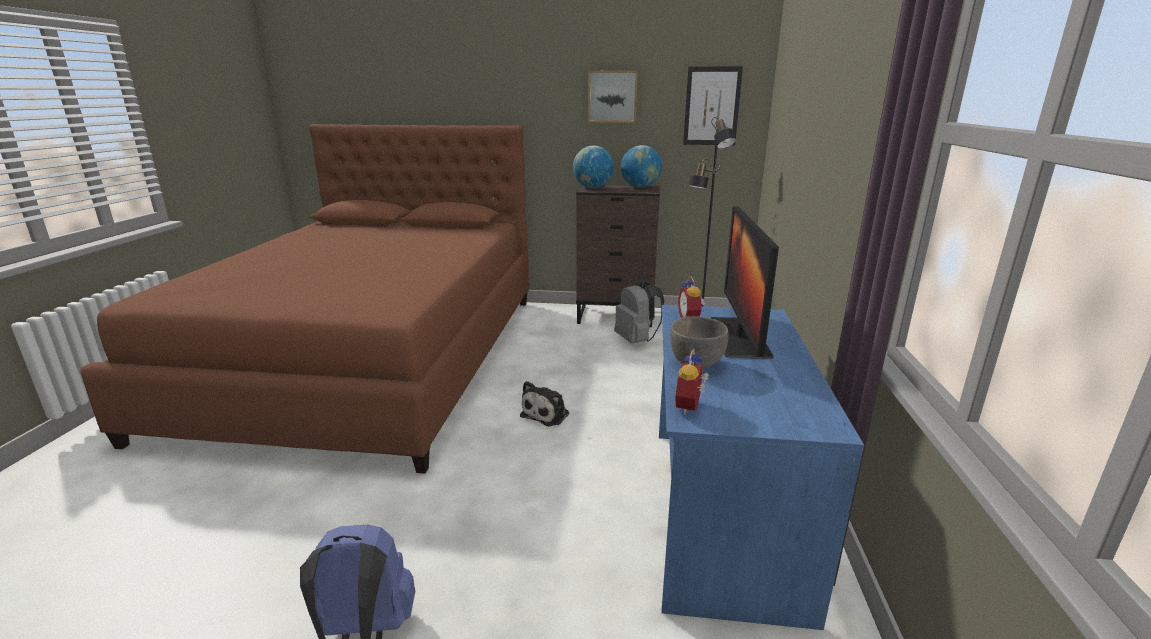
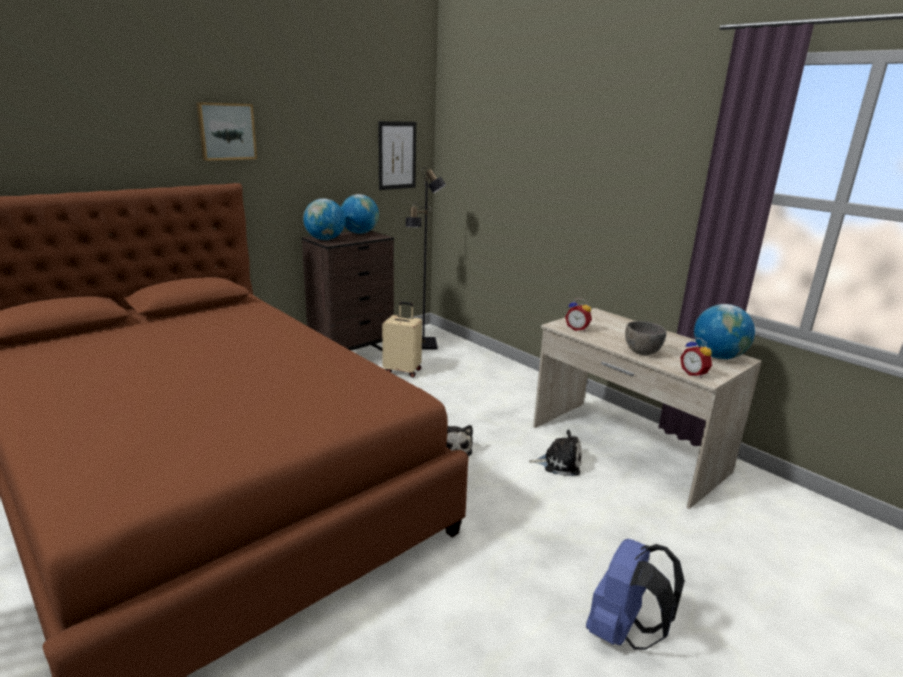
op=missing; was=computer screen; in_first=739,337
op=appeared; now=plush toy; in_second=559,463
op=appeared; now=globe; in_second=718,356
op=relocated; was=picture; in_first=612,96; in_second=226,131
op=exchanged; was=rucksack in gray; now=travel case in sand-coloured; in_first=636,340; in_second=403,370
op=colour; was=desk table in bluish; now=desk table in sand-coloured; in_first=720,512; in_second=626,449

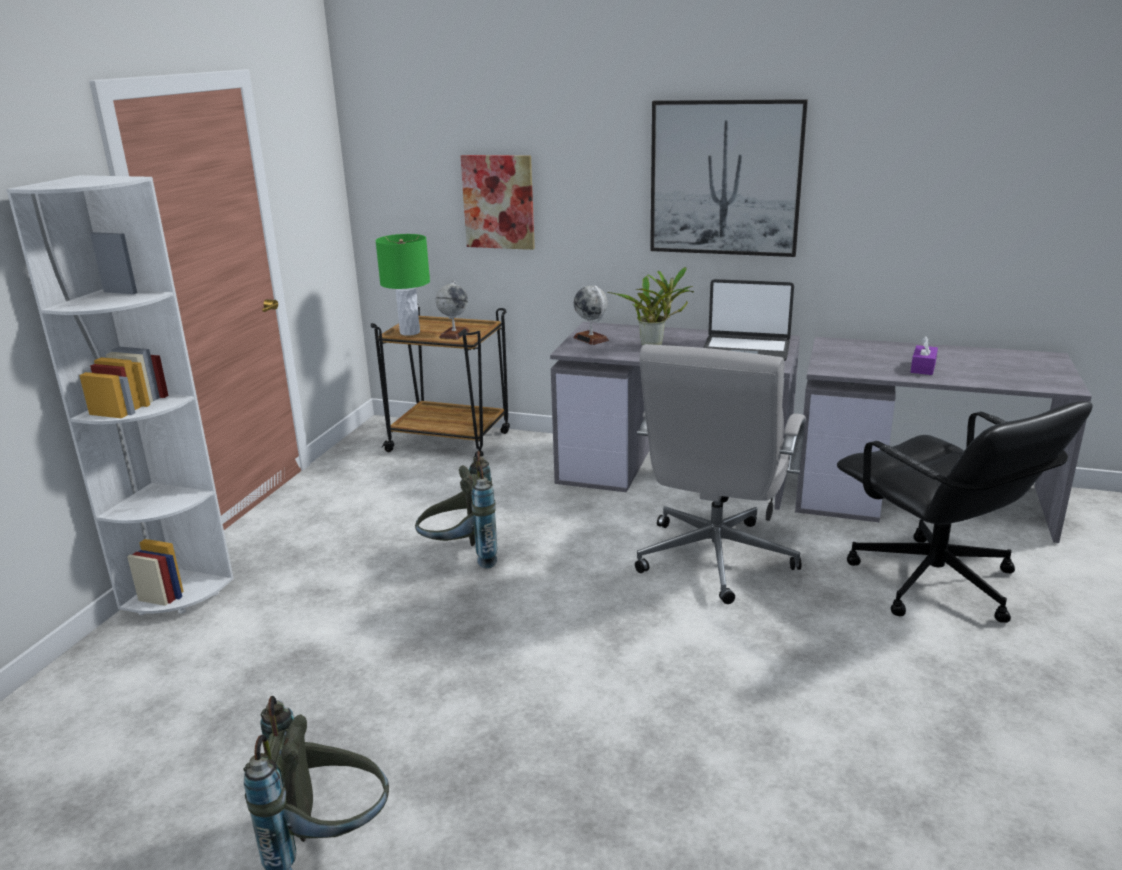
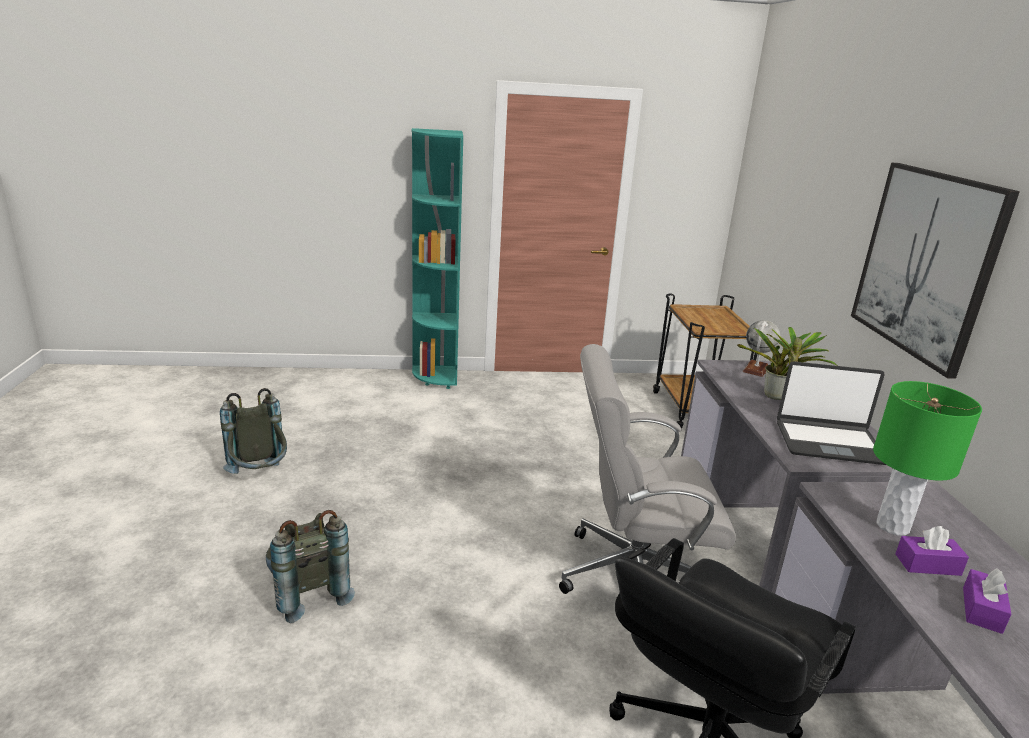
op=missing; was=globe; in_first=454,334
op=missing; was=picture; in_first=498,202
op=appeared; now=box of tissues in purple; in_second=981,610
op=relocated; was=lamp for a table in greenish; in_first=409,332; in_second=892,526
op=relocated; was=rucksack in gray; in_first=461,556; in_second=307,593
op=colour; was=shelving unit in whitish; now=shelving unit in turquoise-coloured; in_first=179,601; in_second=435,381
op=spun; was=laptop; in_first=746,350; in_second=828,442; clockwise=-75

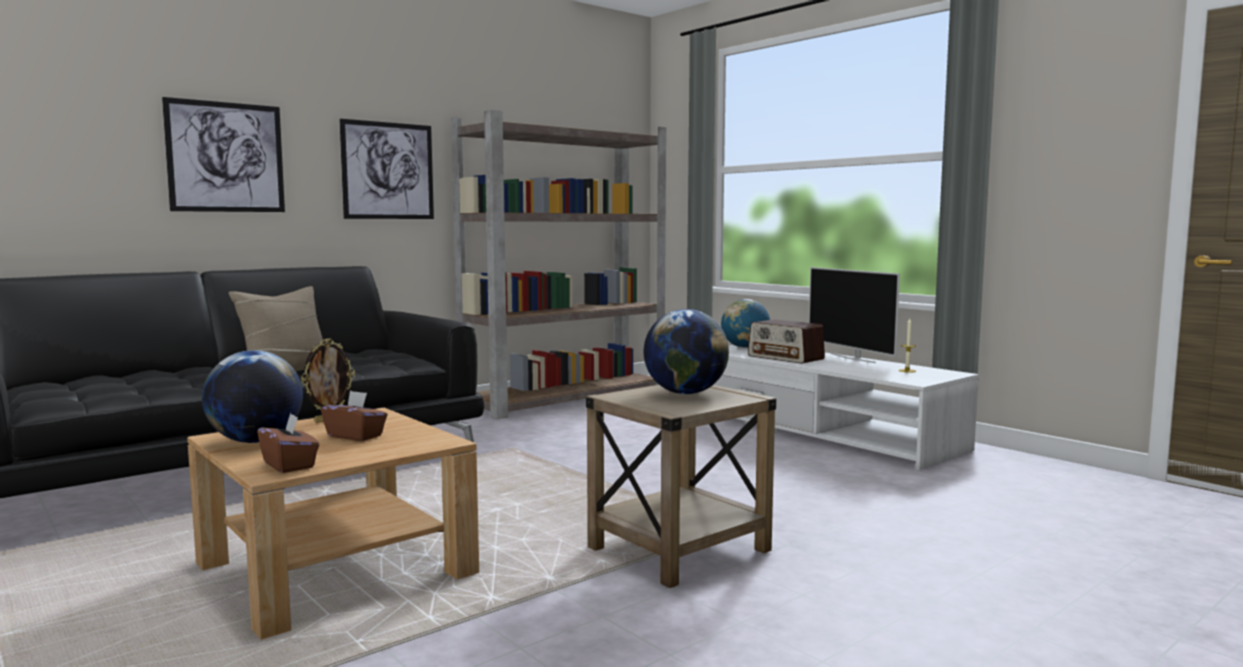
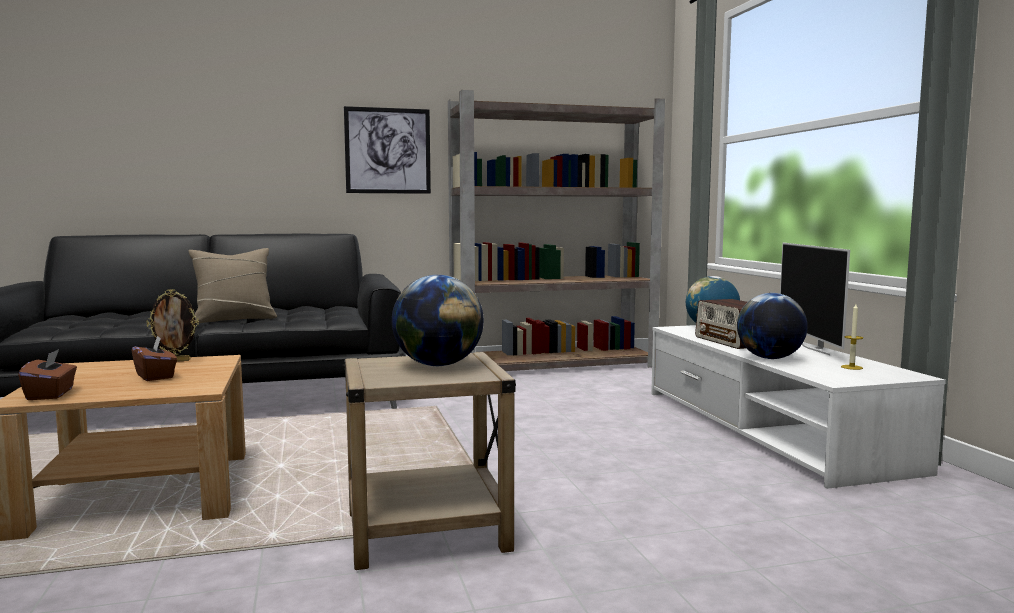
op=missing; was=picture; in_first=226,157
op=relocated; was=globe; in_first=256,441; in_second=770,358

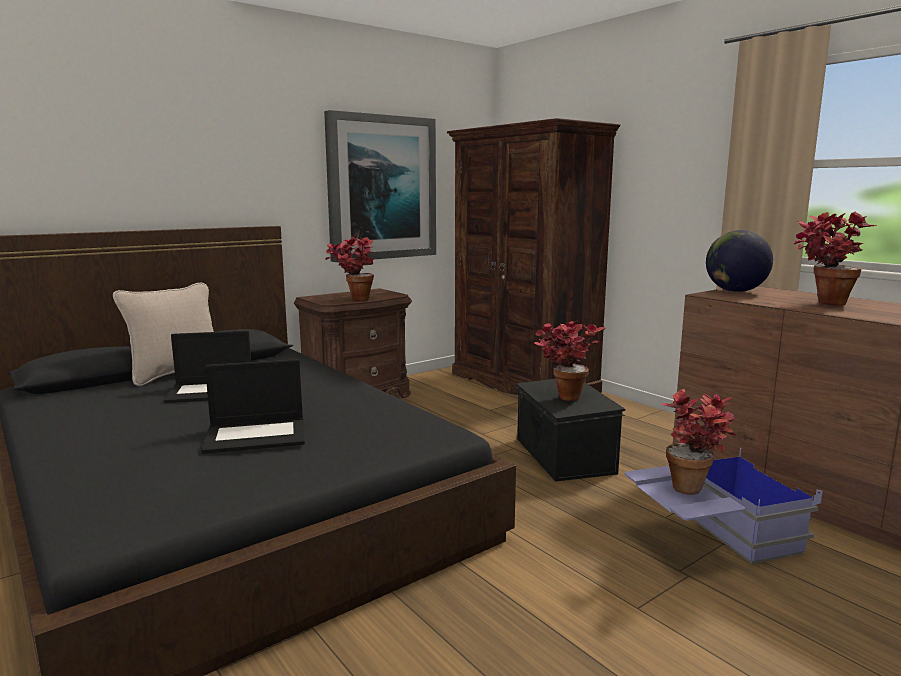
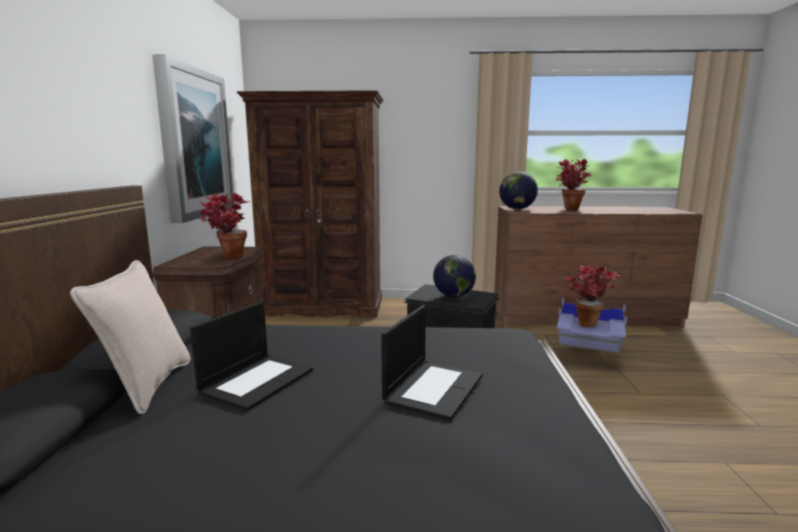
op=exchanged; was=houseplant; now=globe; in_first=563,395; in_second=453,296

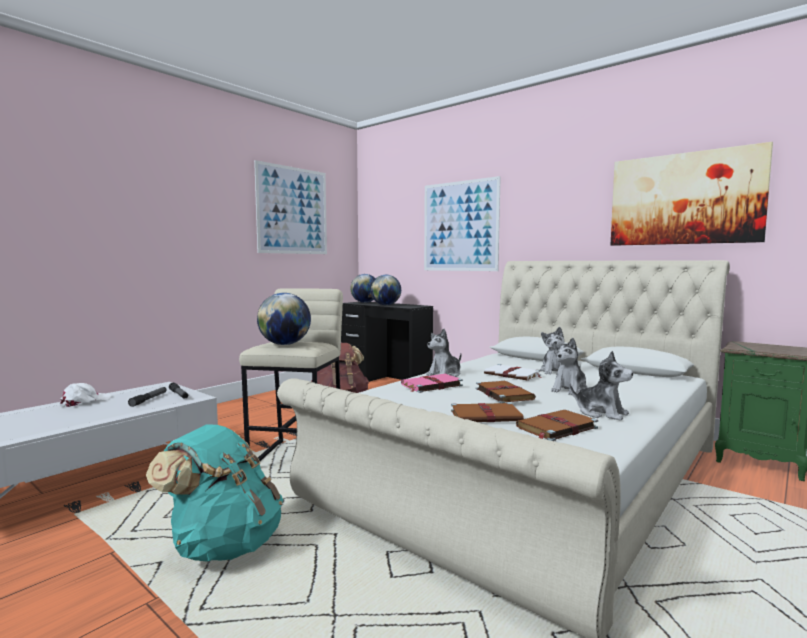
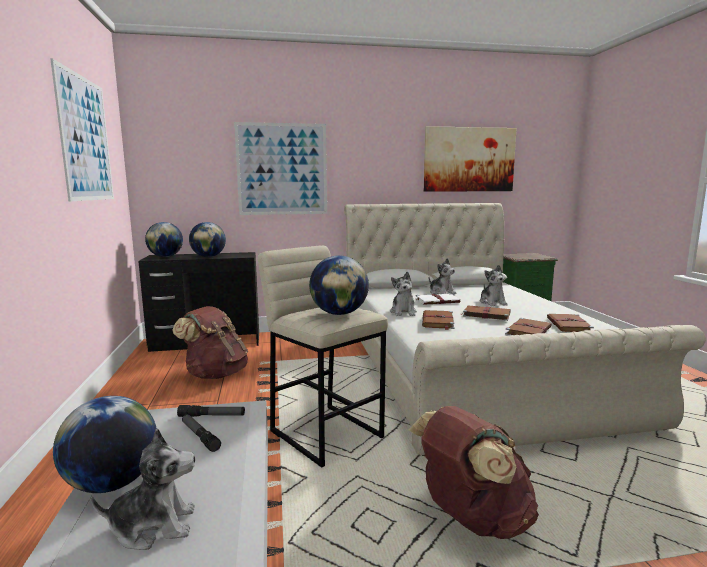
op=relocated; was=plush toy; in_first=601,413; in_second=154,526
op=exchanged; was=peaked cap in whitish; now=globe; in_first=84,401; in_second=112,483
op=colour; was=rucksack in turquoise-coloured; now=rucksack in brown; in_first=224,545; in_second=472,519
op=colour; was=volume in pink; now=volume in brown; in_first=431,385; in_second=438,321

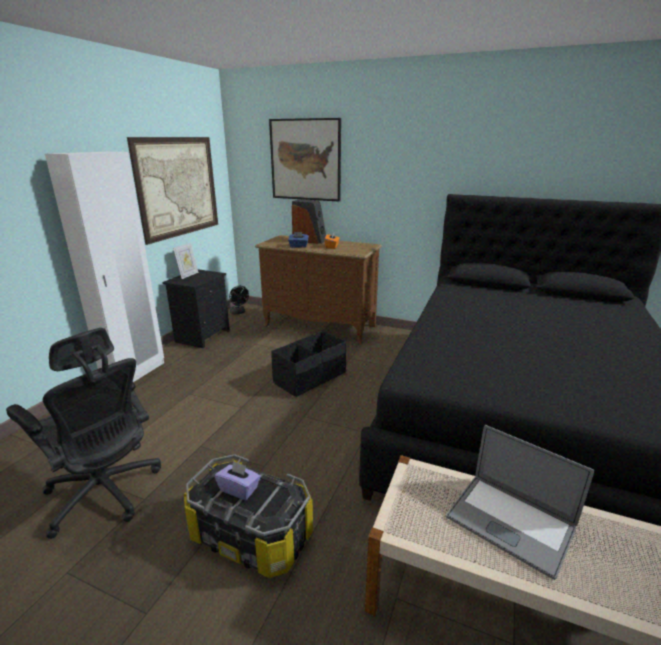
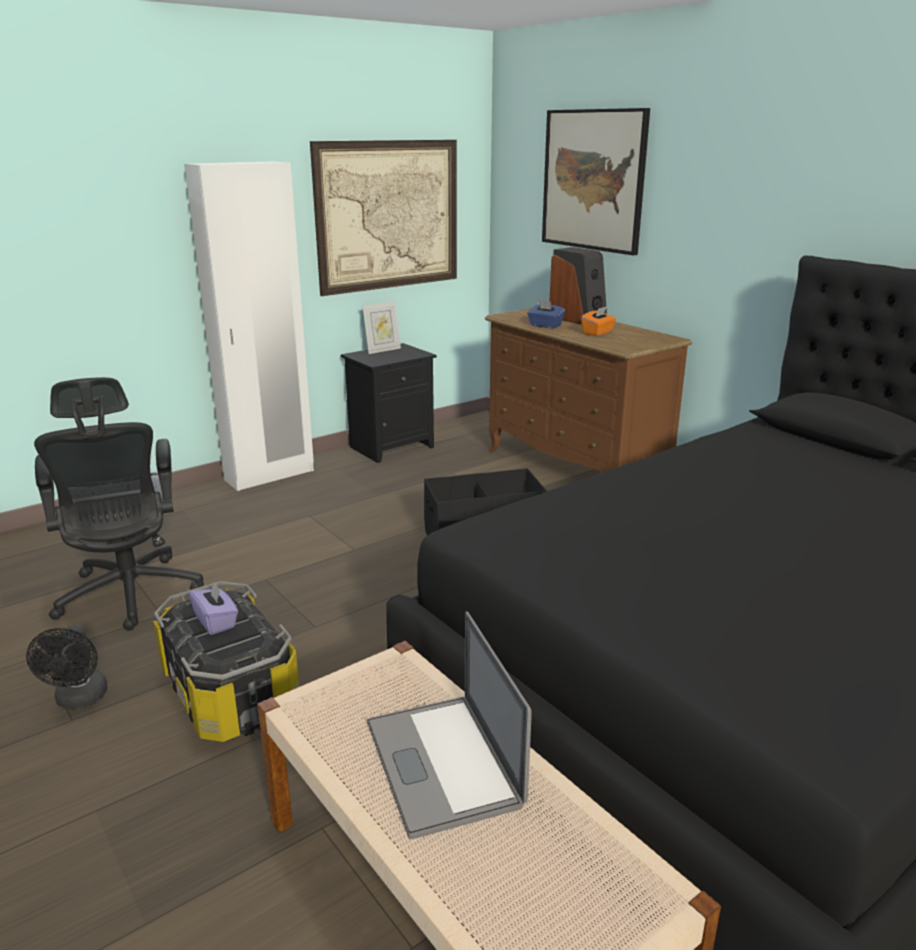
op=relocated; was=fan in blackish; in_first=239,312; in_second=79,700

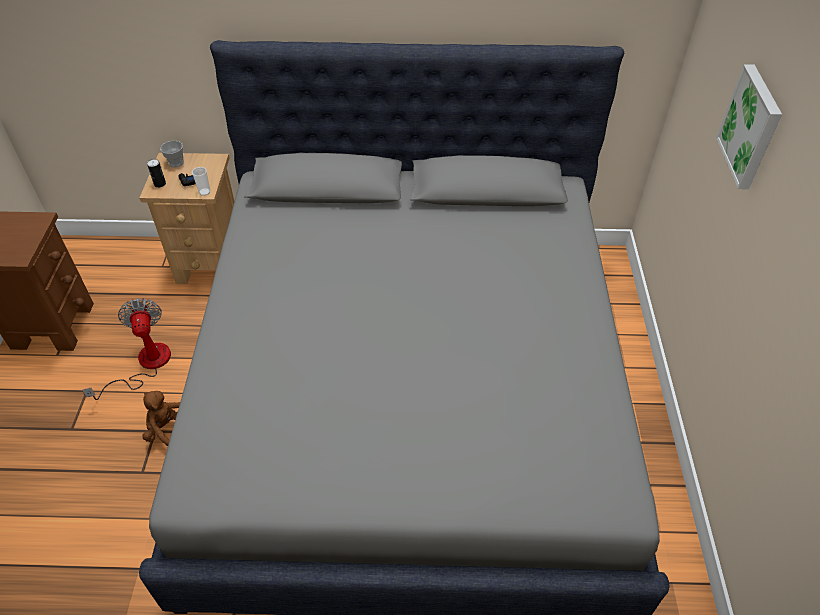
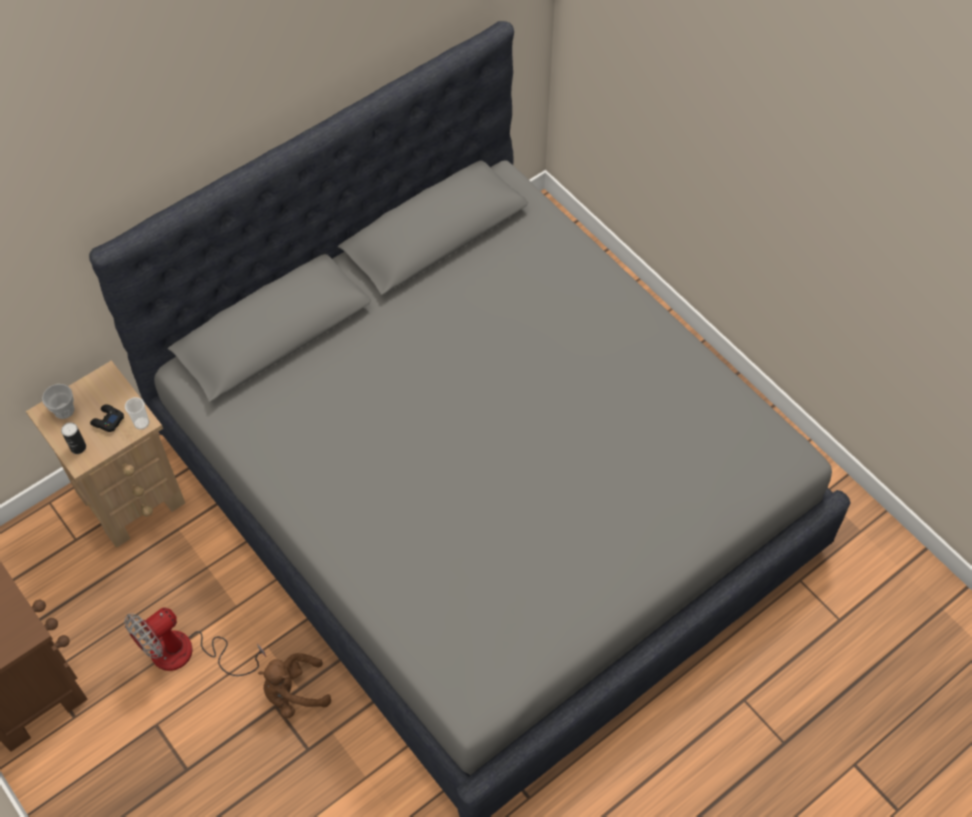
op=missing; was=picture; in_first=751,127
op=spun; was=fan; in_first=145,364; in_second=187,654; clockwise=-75

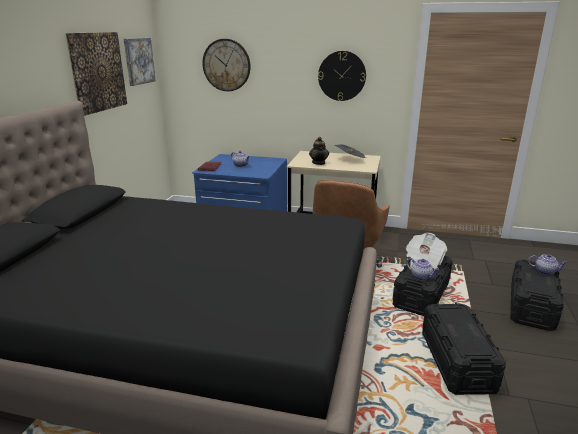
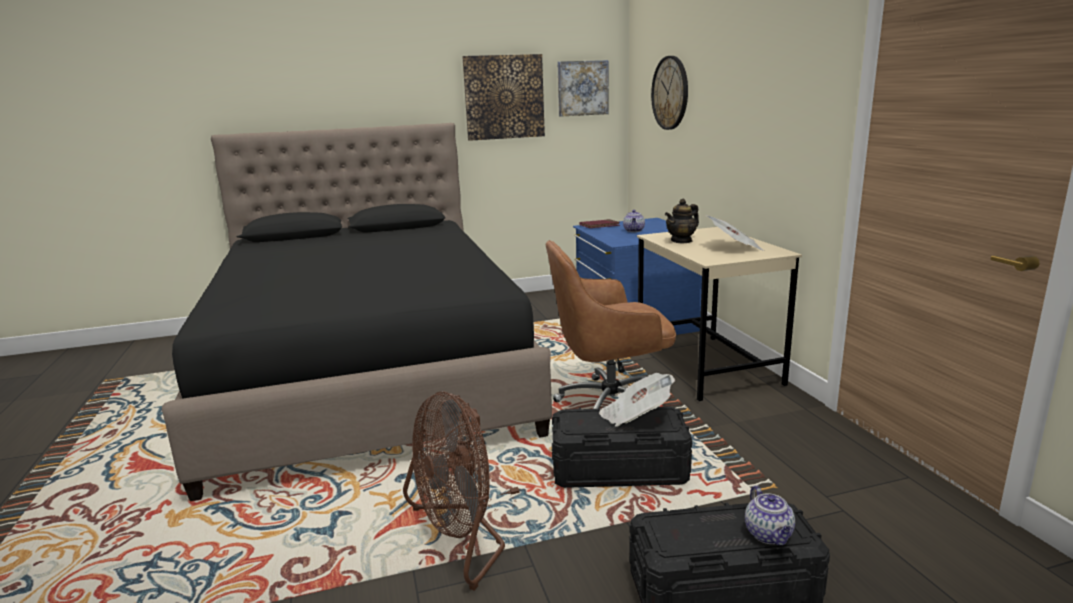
op=missing; was=clock on the wall; in_first=342,76
op=missing; was=tea pot; in_first=421,277
op=exchanged; was=storage bin in blackish; now=fan in brown; in_first=457,361; in_second=466,532

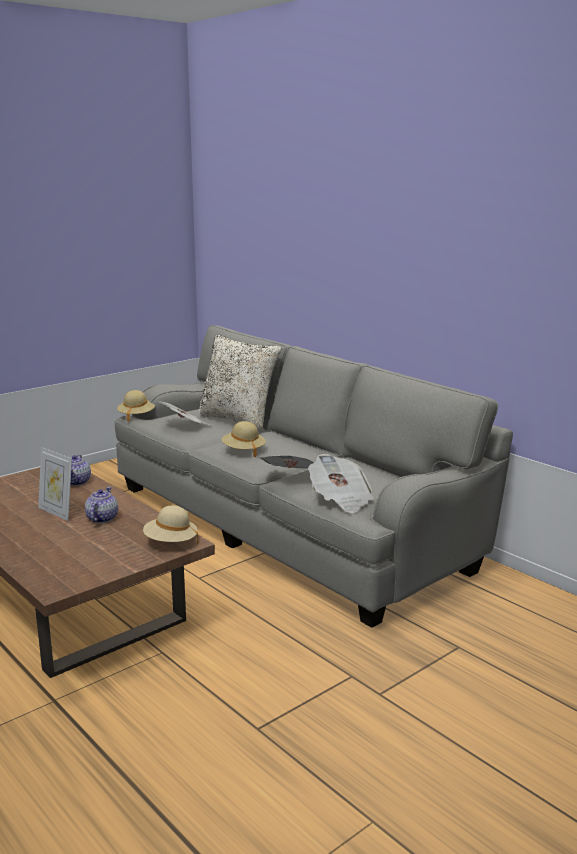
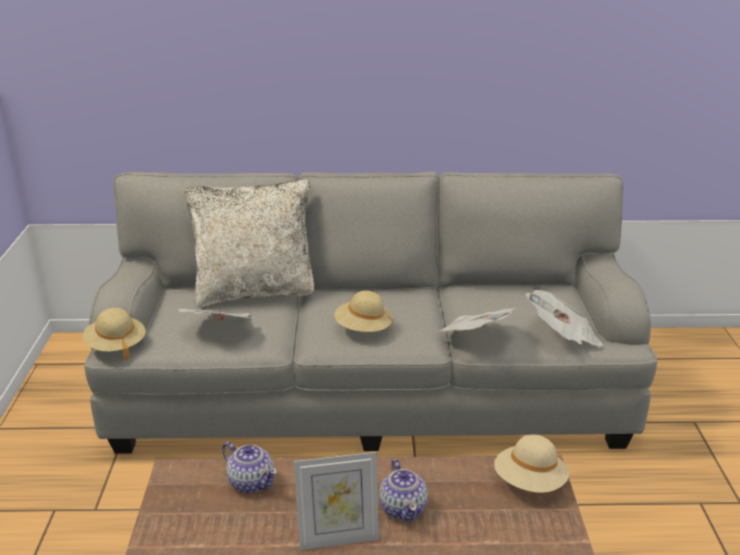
op=spun; was=tea pot; in_first=101,519; in_second=403,508; clockwise=-150

